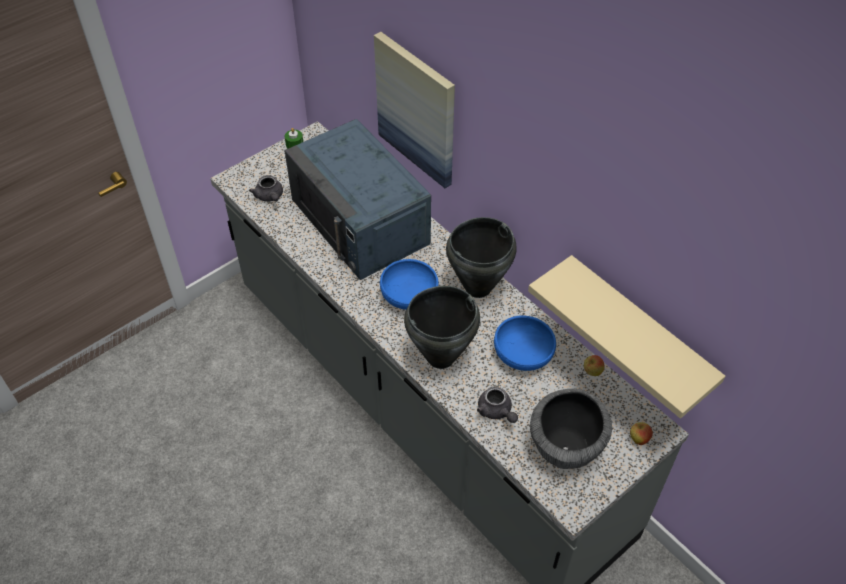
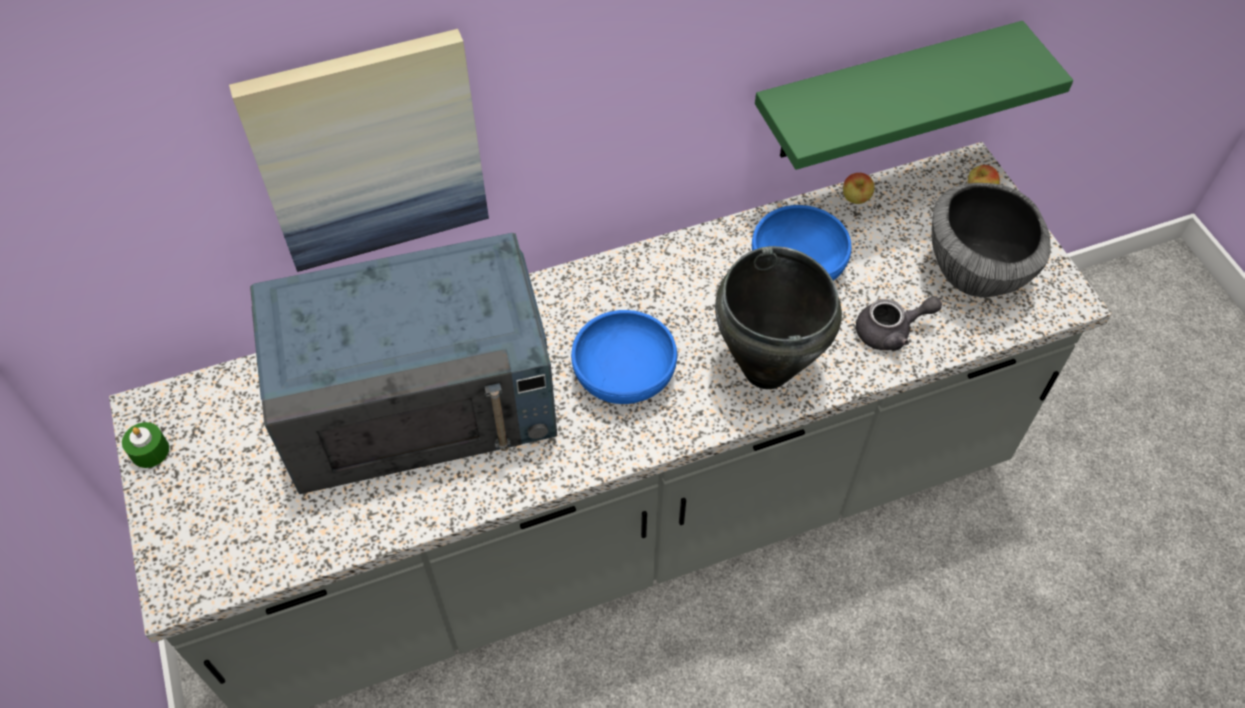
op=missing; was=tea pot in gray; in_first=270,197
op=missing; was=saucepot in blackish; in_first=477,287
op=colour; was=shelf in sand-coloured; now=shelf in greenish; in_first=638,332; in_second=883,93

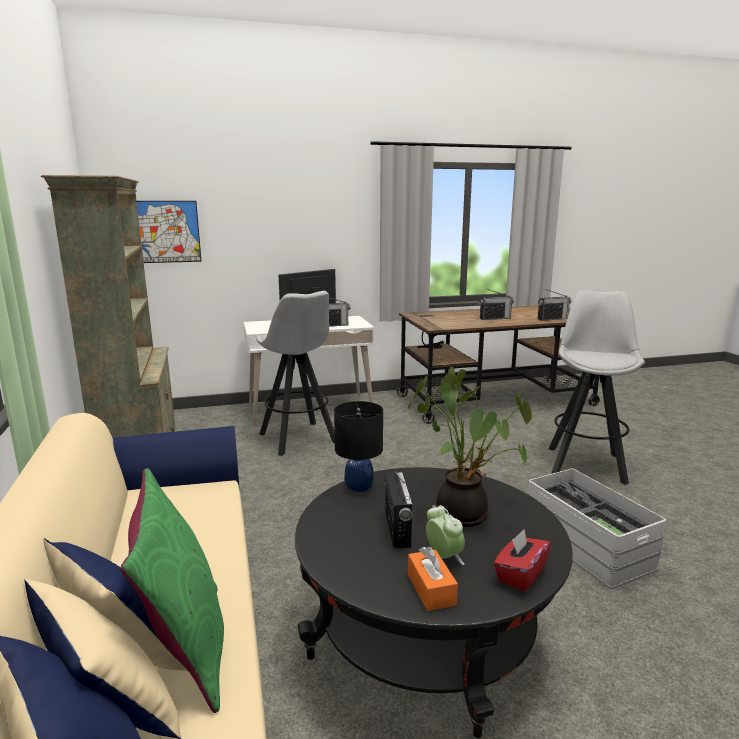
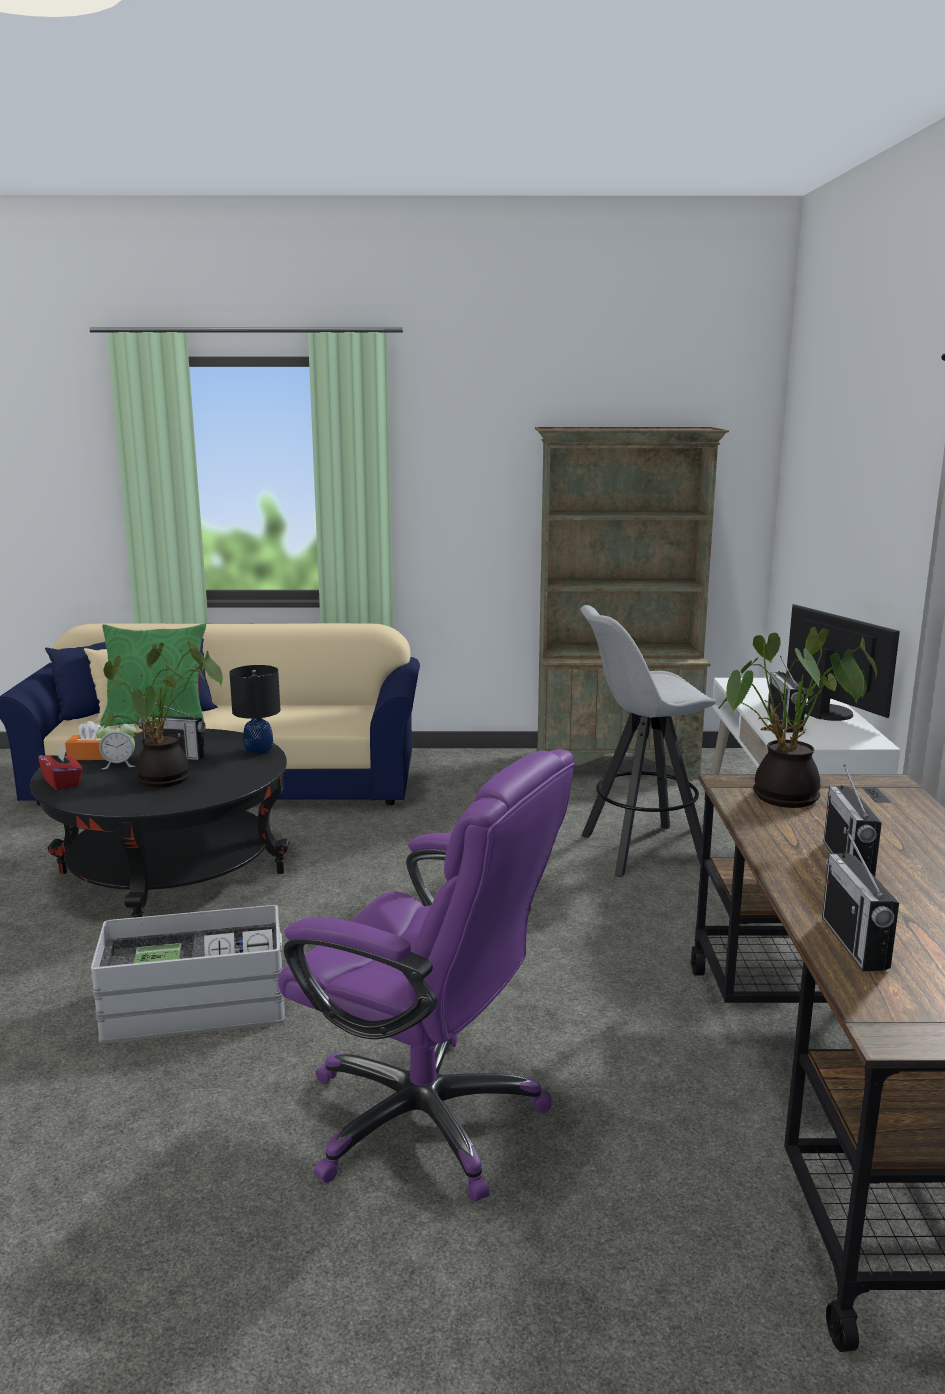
op=missing; was=picture; in_first=167,232
op=appeared; now=houseplant; in_second=783,799
op=exchanged; was=sitting stool in gray; now=office chair in purple; in_first=586,464; in_second=425,1117

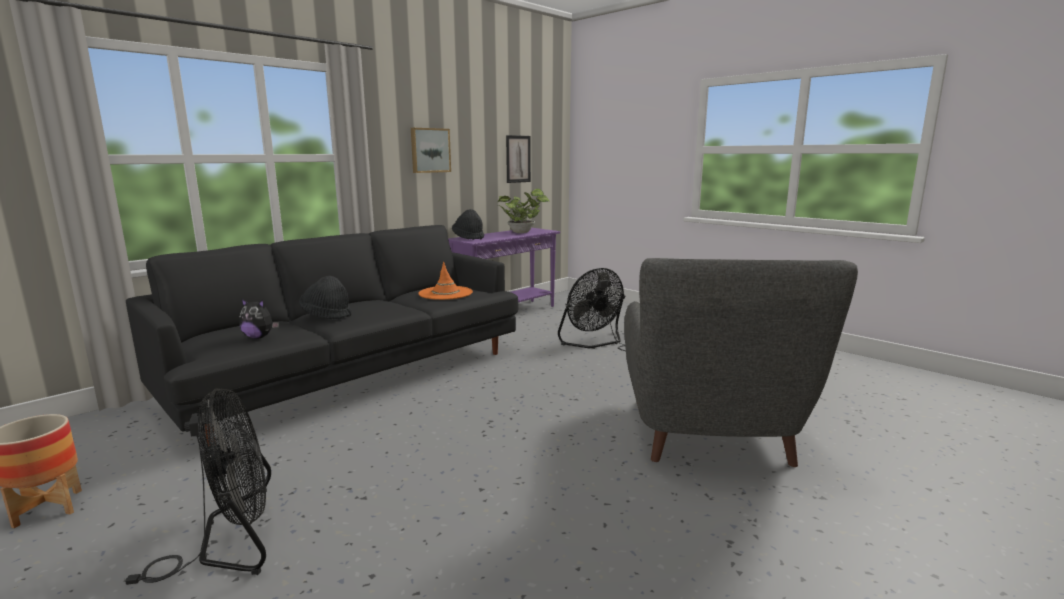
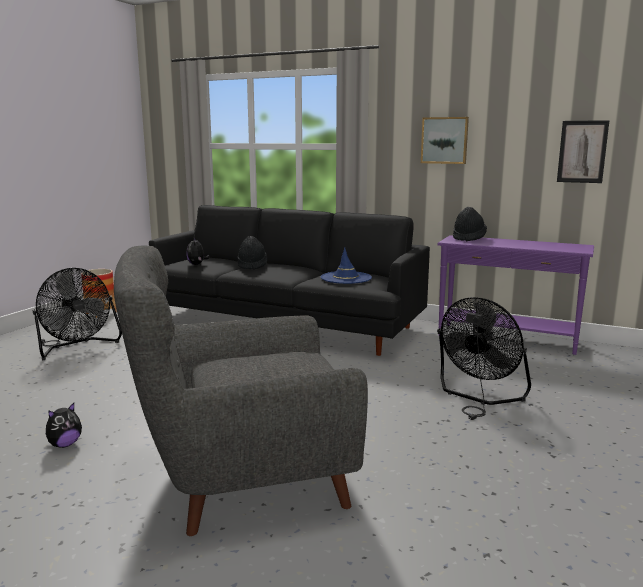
op=missing; was=houseplant; in_first=523,232
op=appeared; now=plush toy; in_second=64,444
op=colour; was=clothing hat in orange; now=clothing hat in bluish; in_first=445,293; in_second=346,278

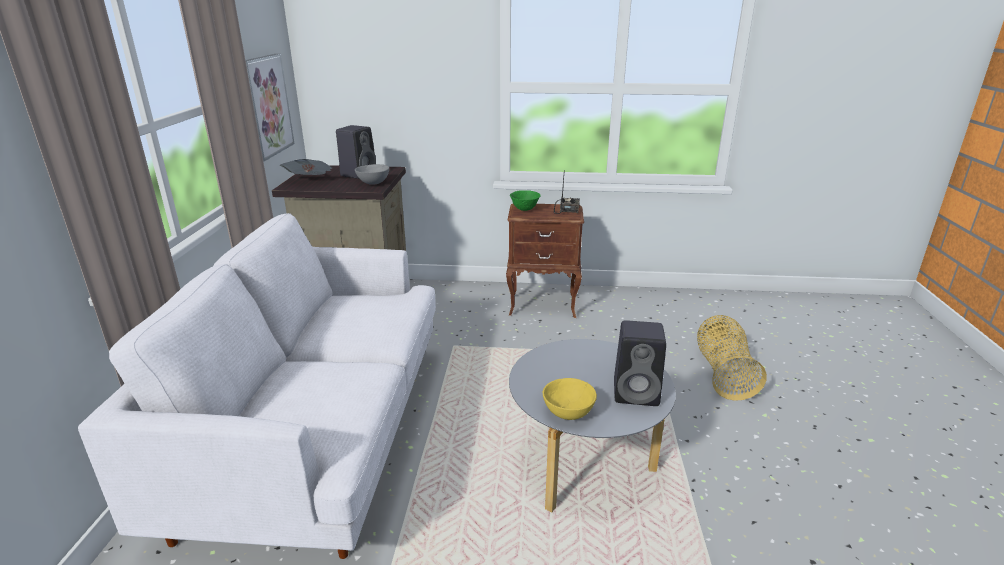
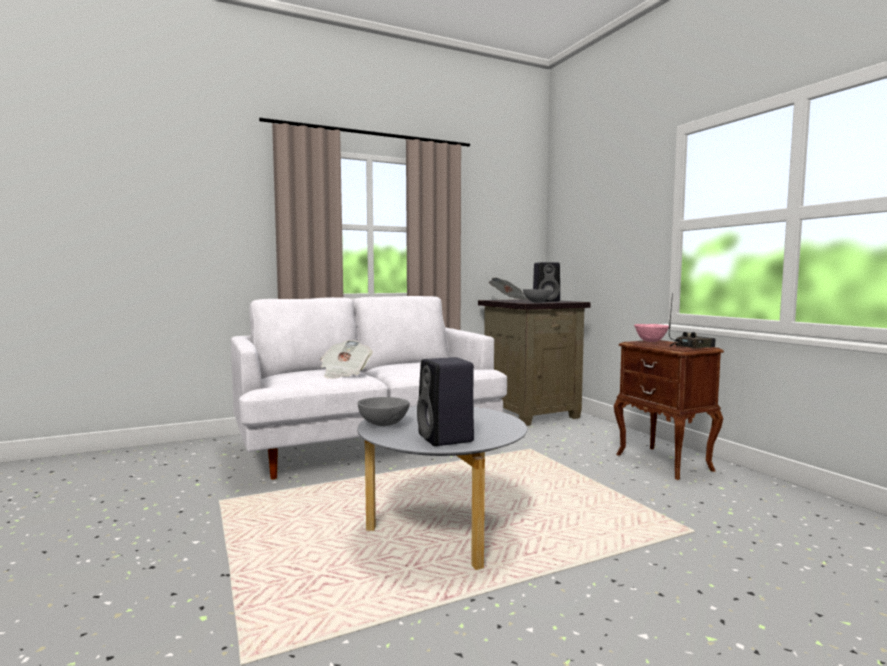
op=missing; was=picture; in_first=266,106
op=missing; was=storage basket; in_first=723,373
op=appeared; now=daily paper; in_second=344,374
op=colour; was=serving bowl in greenish; now=serving bowl in pink; in_first=525,209; in_second=651,341
op=colour; was=serving bowl in yellowish; now=serving bowl in gray; in_first=567,413; in_second=383,424

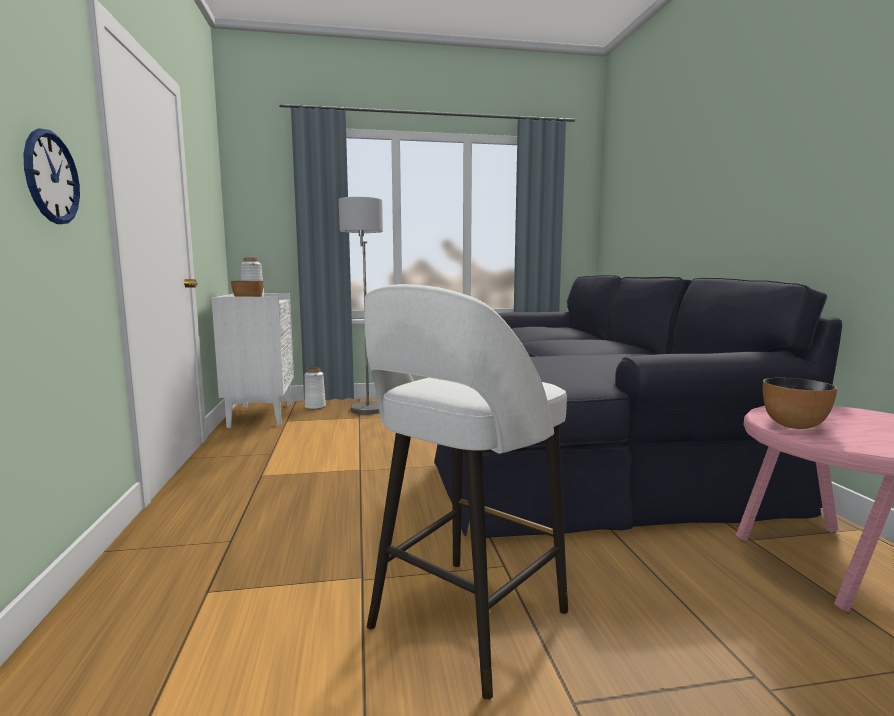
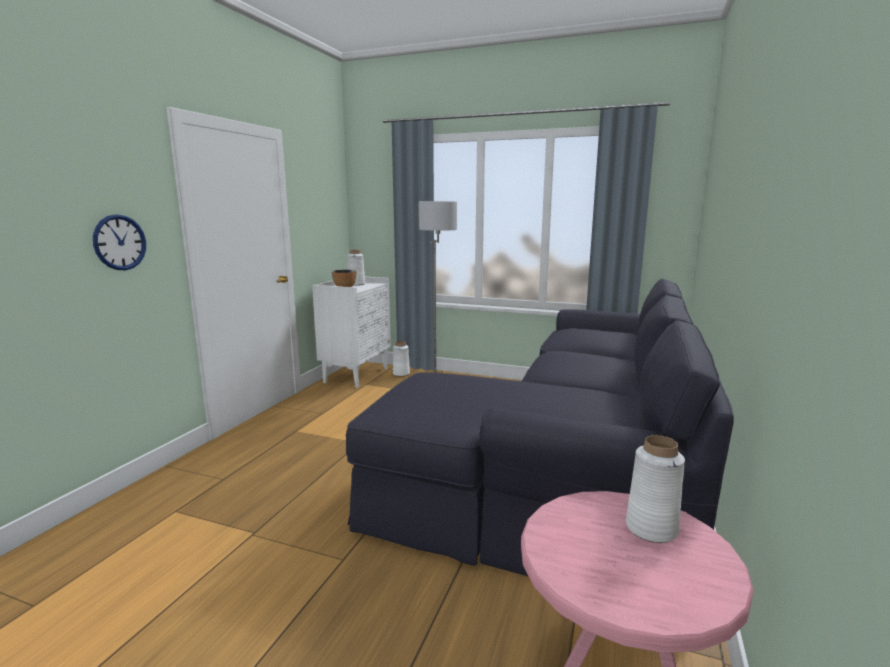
op=missing; was=sitting stool in whitish; in_first=464,622
op=missing; was=serving bowl; in_first=793,425
op=appeared; now=decorative vase in whitish; in_second=651,528

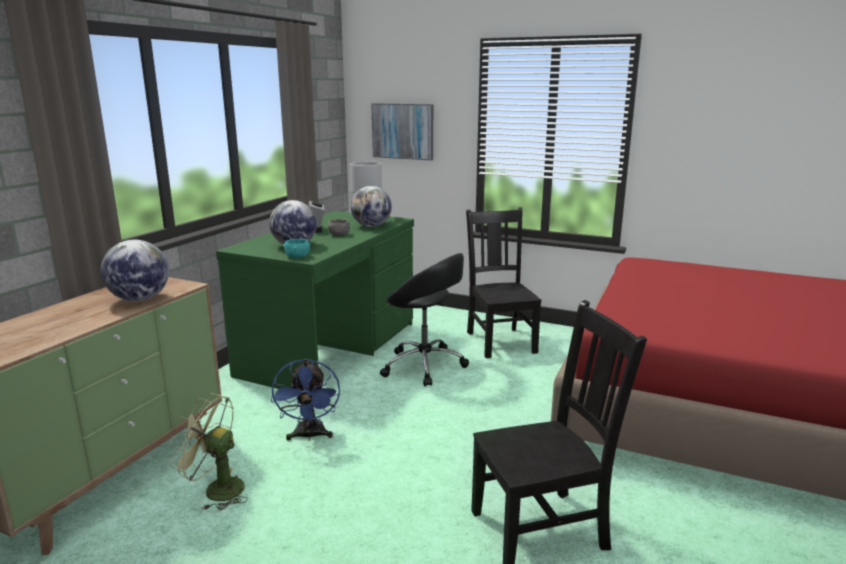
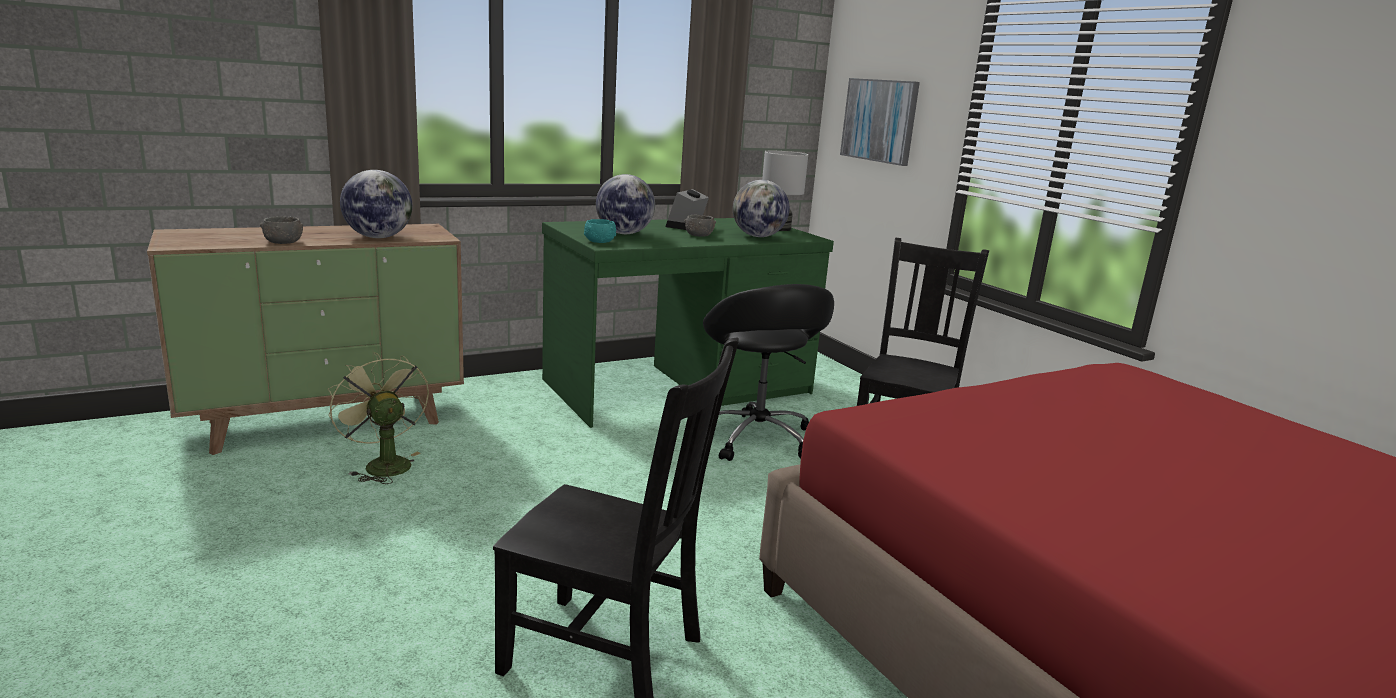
op=missing; was=fan in bluish; in_first=309,436
op=appeared; now=serving bowl in gray; in_second=283,242

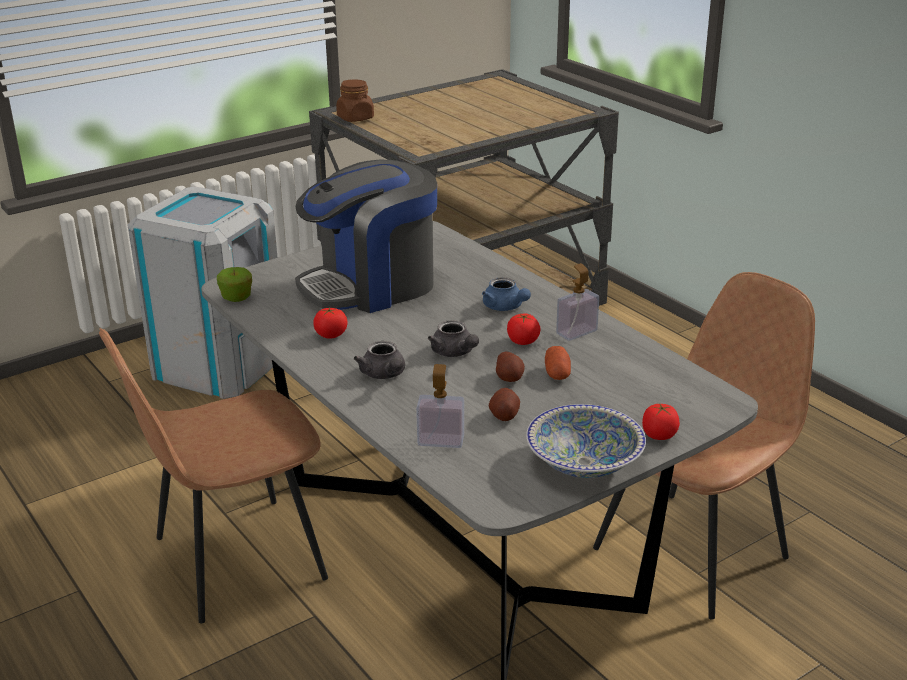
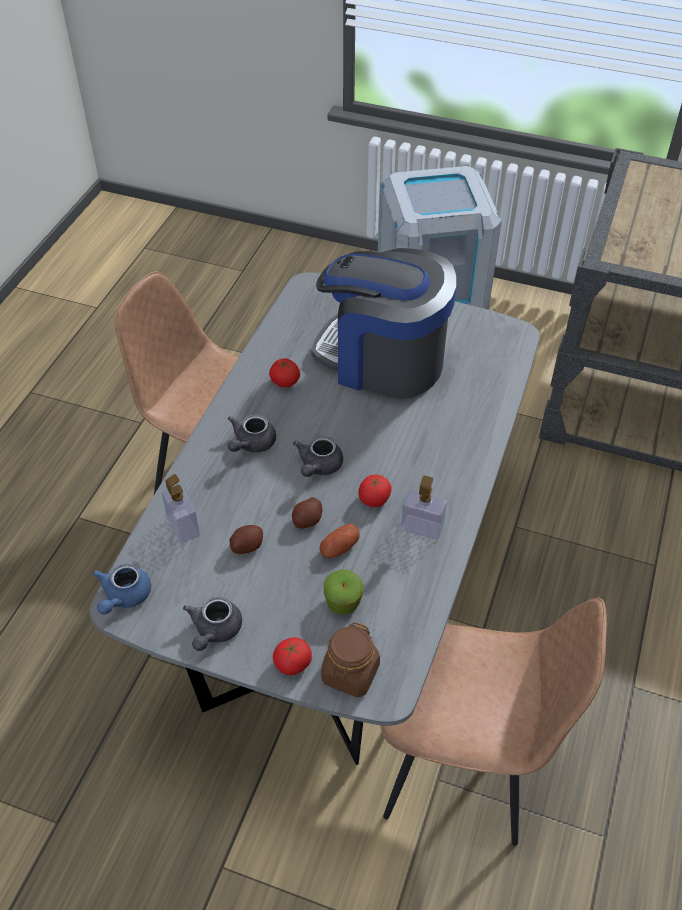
op=relocated; was=whole apple; in_first=236,298; in_second=343,602
op=relocated; was=jar in brown; in_first=355,118; in_second=350,673
op=relocated; was=tea pot in bluish; in_first=505,307; in_second=124,597
op=exchanged; was=serving bowl; now=tea pot in gray; in_first=584,462; in_second=214,631

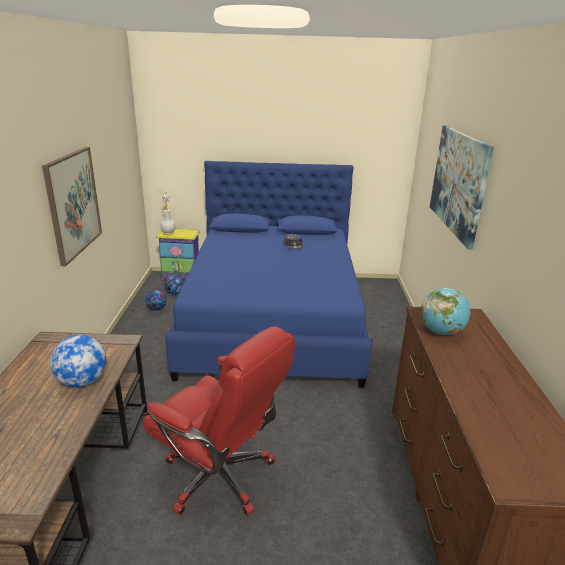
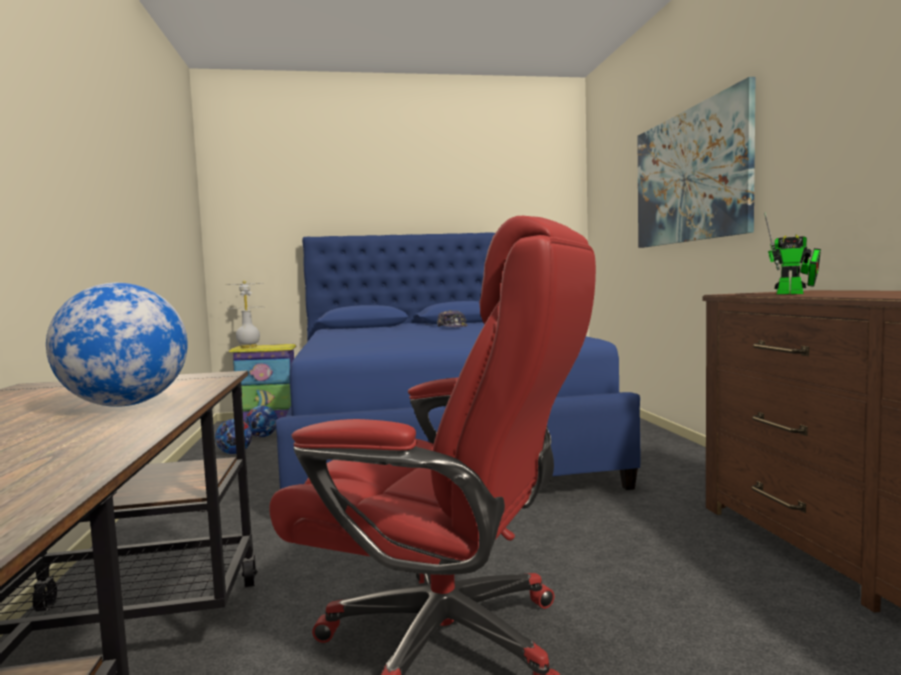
op=missing; was=picture; in_first=73,203
op=exchanged; was=globe; now=toy robot; in_first=441,332; in_second=794,293

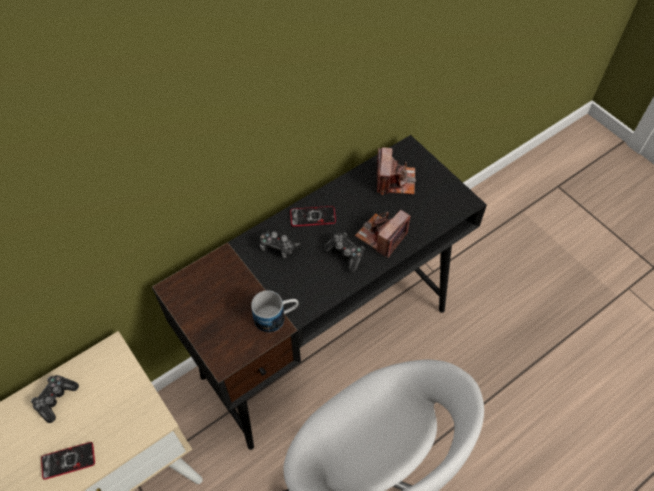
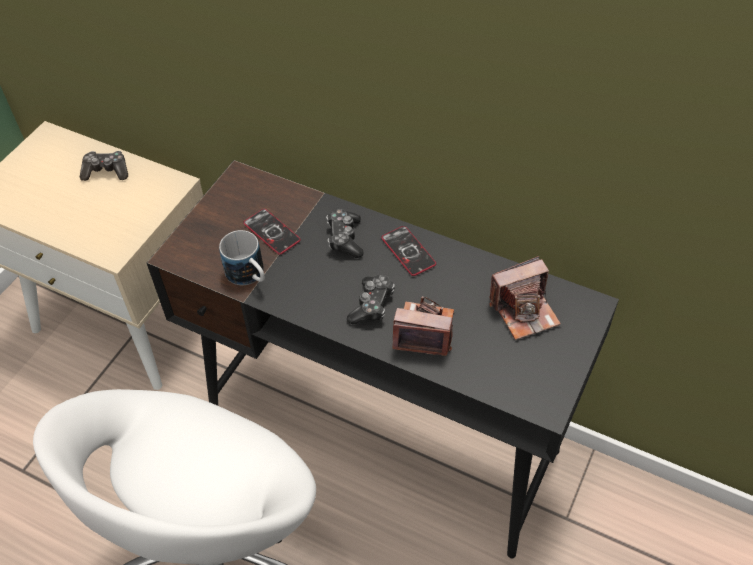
op=relocated; was=telephone; in_first=68,461; in_second=272,232

